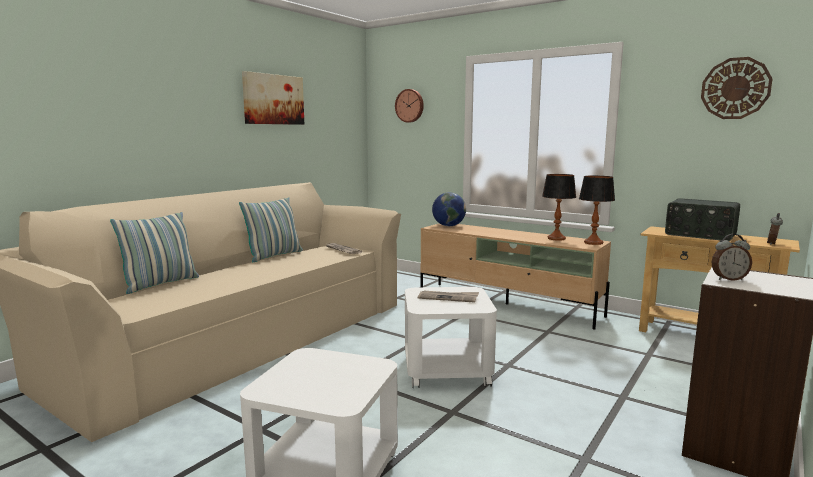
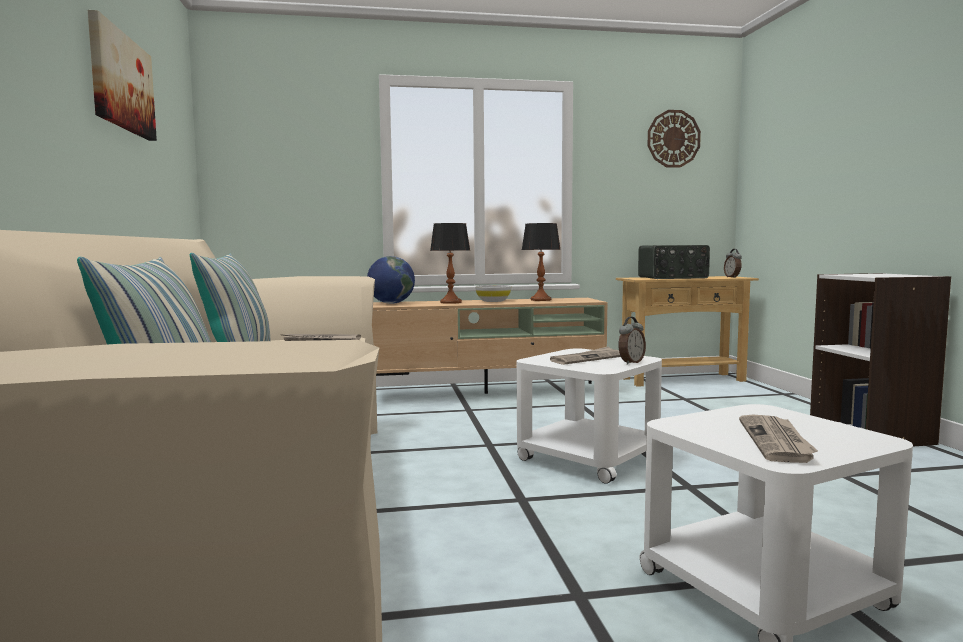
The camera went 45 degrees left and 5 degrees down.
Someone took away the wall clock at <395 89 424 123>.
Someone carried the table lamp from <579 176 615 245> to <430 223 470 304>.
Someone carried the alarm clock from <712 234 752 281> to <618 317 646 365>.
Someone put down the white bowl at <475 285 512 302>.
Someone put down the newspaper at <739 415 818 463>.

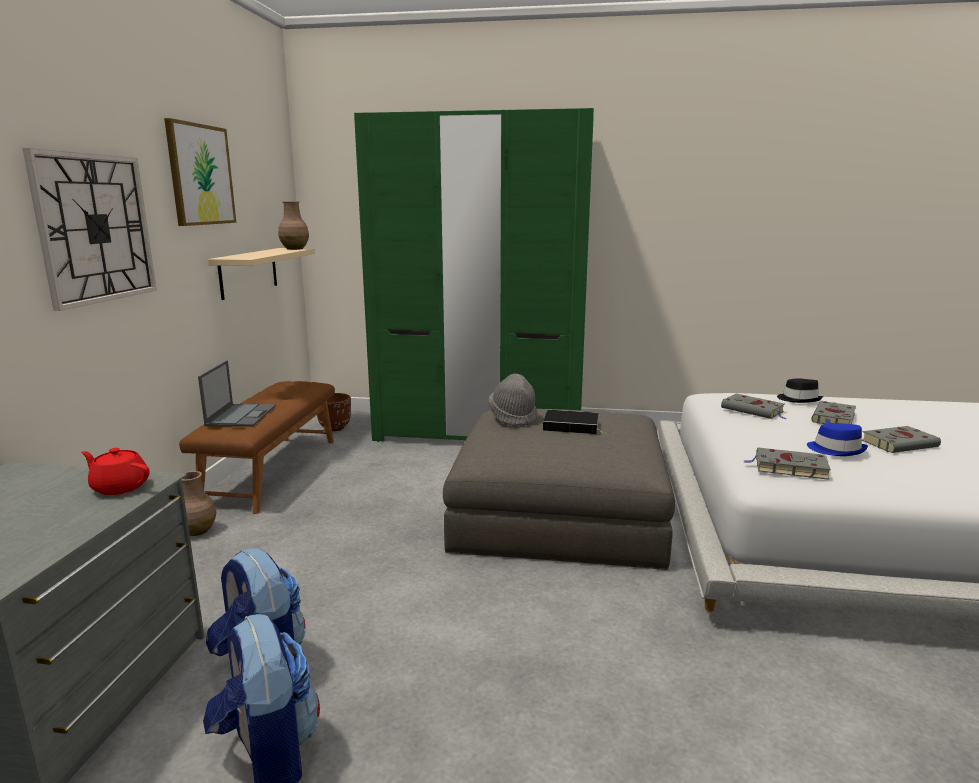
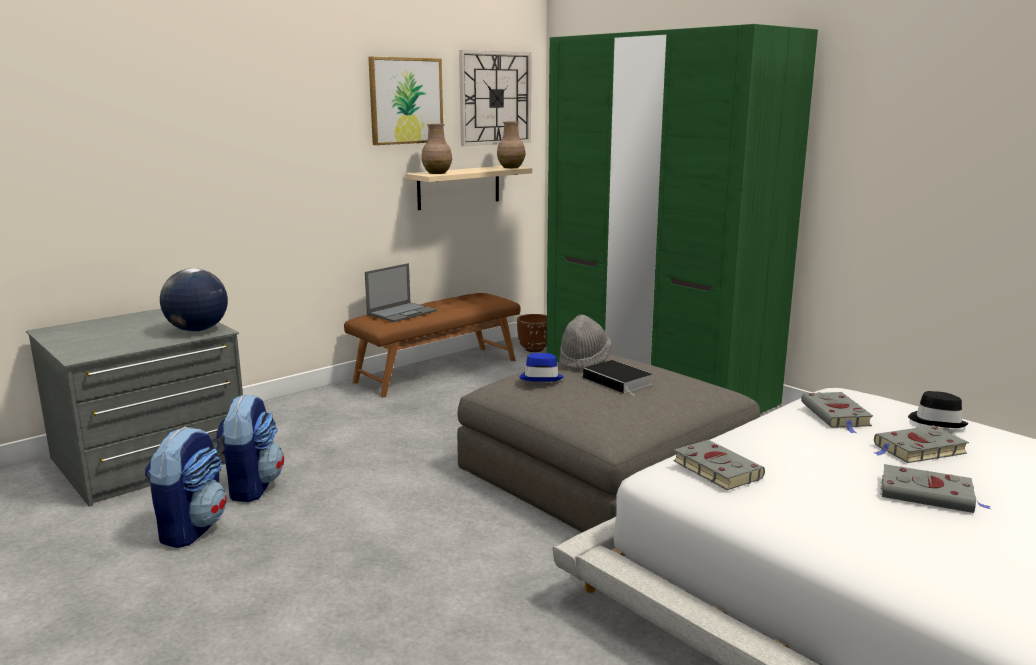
The camera went 40 degrees right and 0 degrees up.
Someone carried the wall clock from <22 148 157 311> to <459 50 531 146>.
Someone carried the blue hat from <807 423 868 456> to <519 353 564 382>.
Someone swapped the red teapot at <81 448 150 495> for the globe at <160 268 228 332>.
Someone carried the brown vase from <182 471 216 536> to <421 124 452 174>.

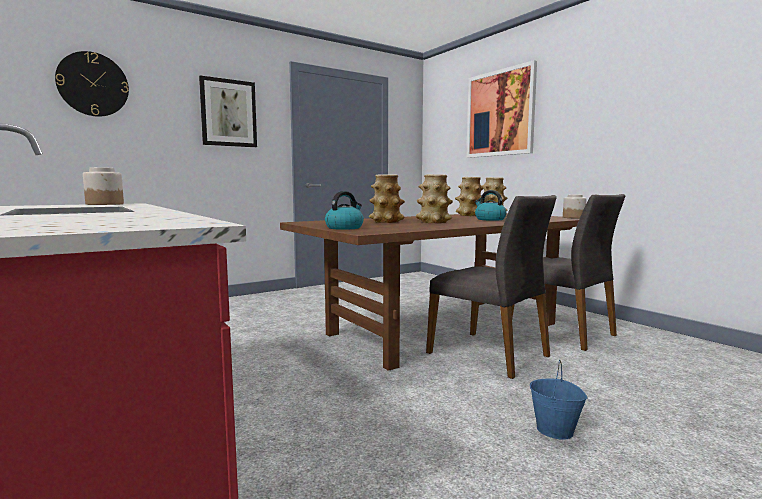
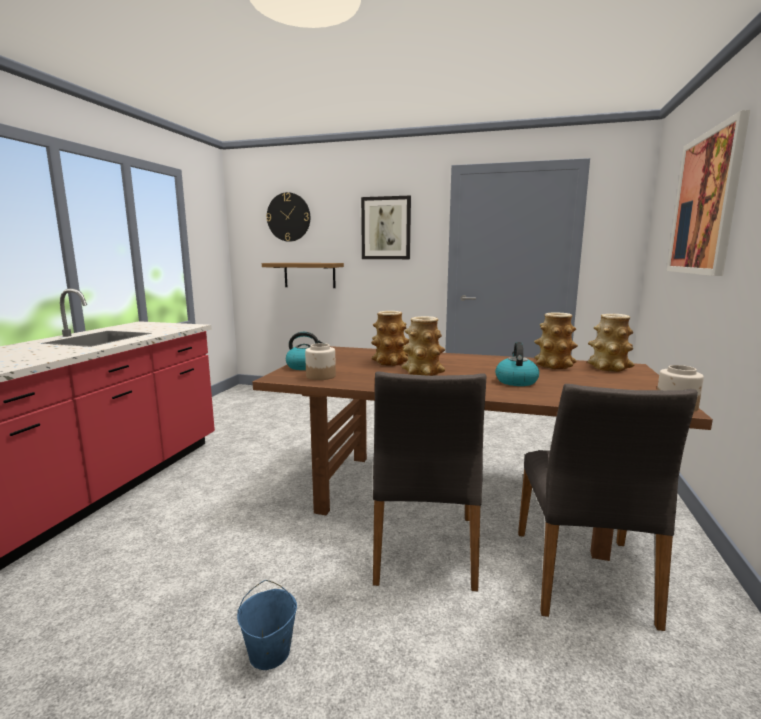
The camera went 50 degrees right and 5 degrees up.
Someone carried the jar from <83 167 124 205> to <305 343 336 380>.
Someone put up the shelf at <262 263 344 288>.

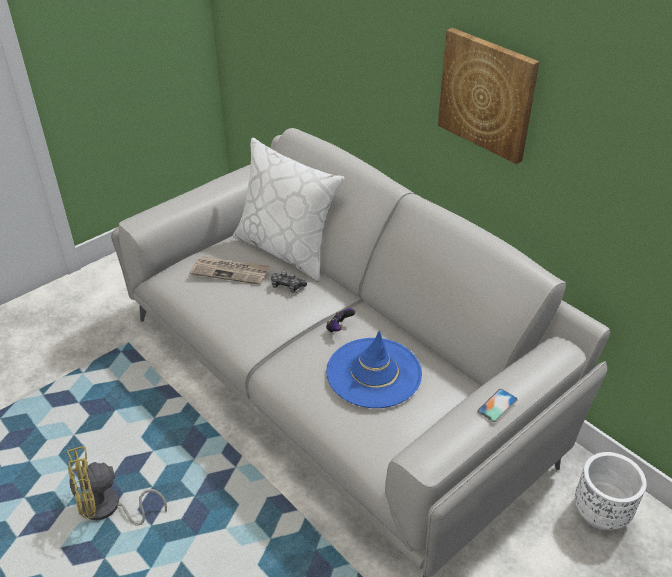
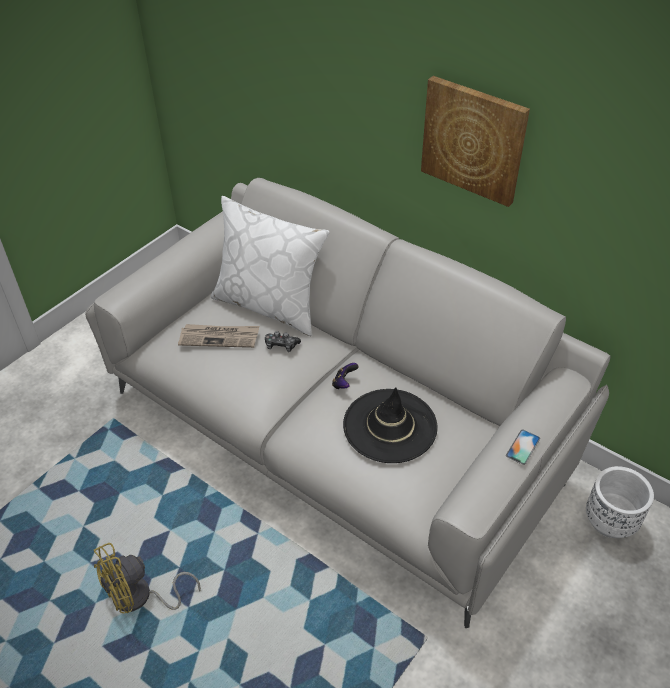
The camera went 10 degrees left and 5 degrees up.
Someone repainted the blue hat at <326 331 422 408>, which became the black hat at <343 387 438 463>.

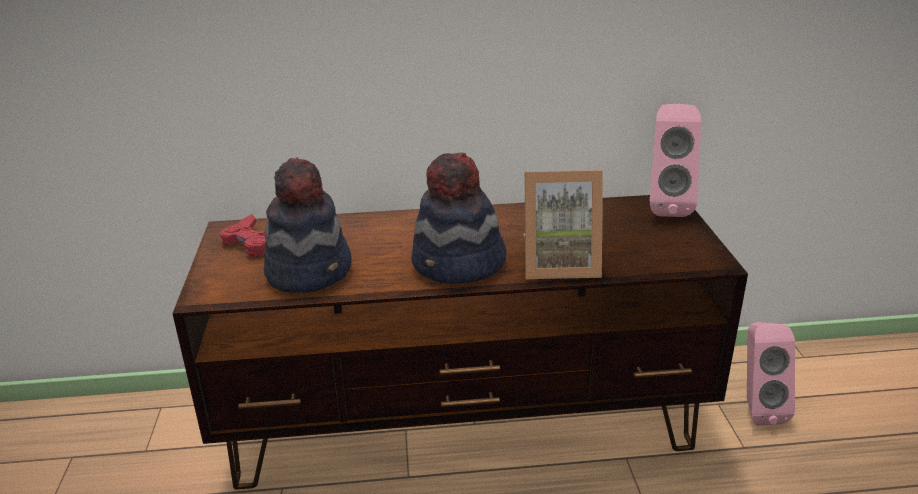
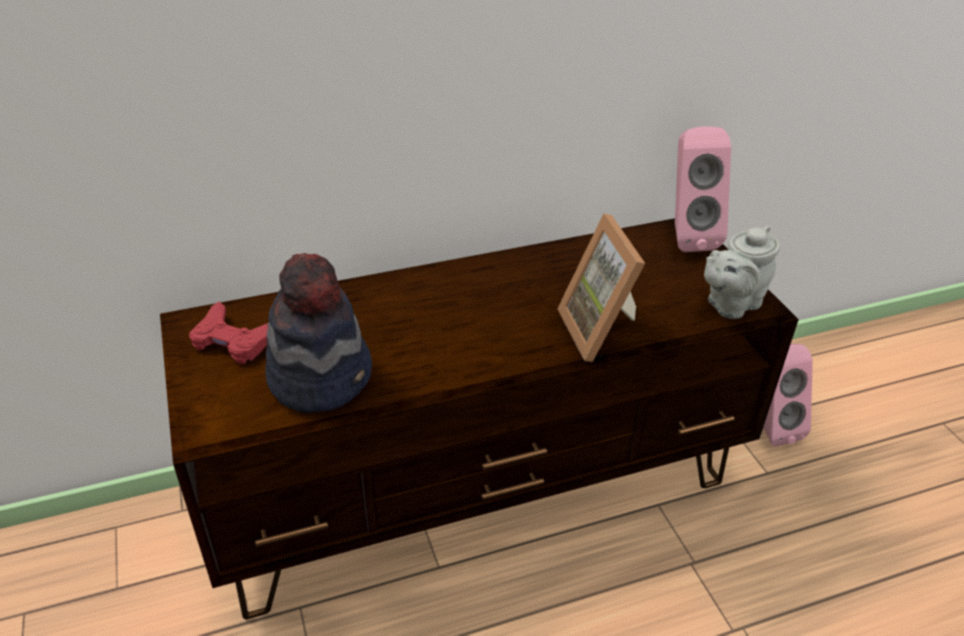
The camera went 15 degrees left and 10 degrees up.
Someone took away the hat at <411 153 507 284>.
Someone rotated the picture frame at <523 170 603 279> by 90 degrees clockwise.
Someone put down the grey teapot at <704 226 780 319>.

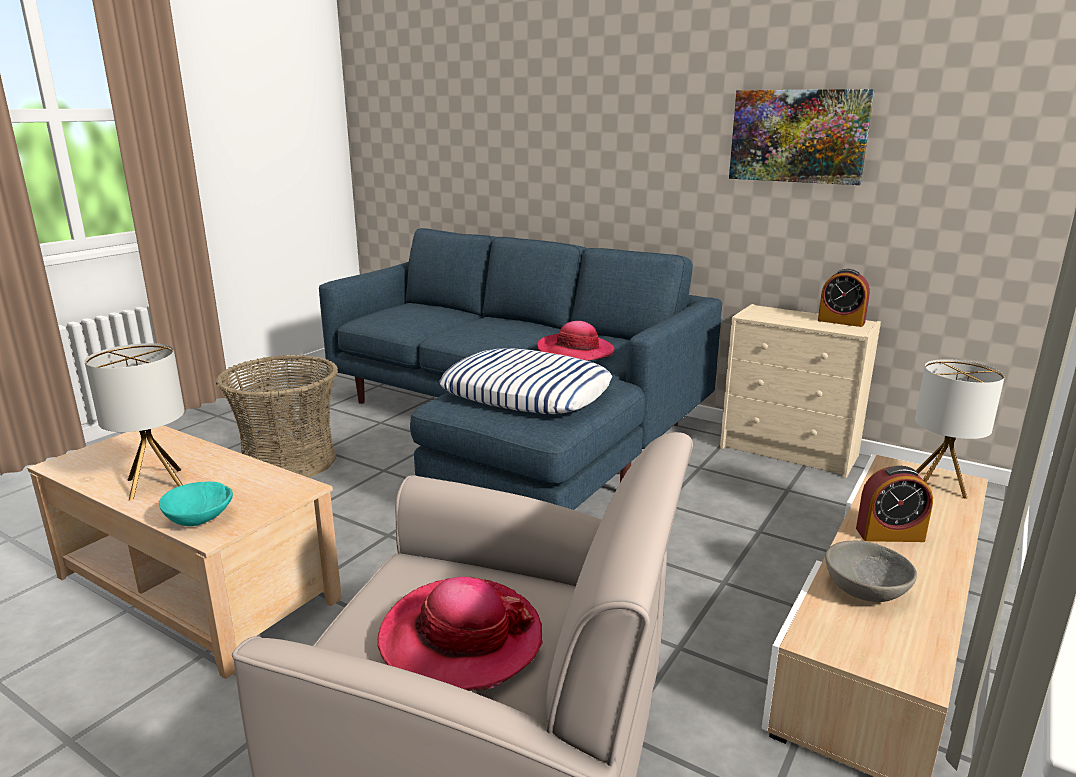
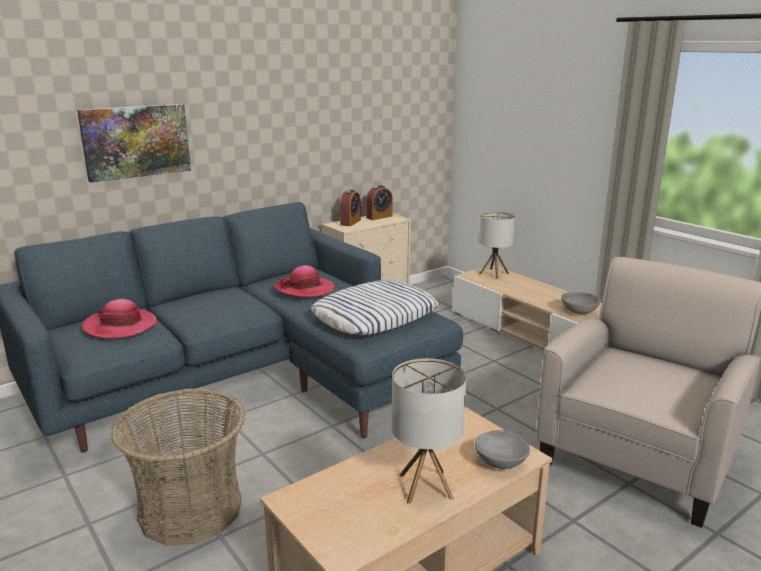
The camera went 70 degrees left and 0 degrees up.
Someone carried the picture from <729 89 875 185> to <77 104 191 183>.
Someone carried the alarm clock from <856 466 933 542> to <340 189 361 226>.
Someone repainted the turquoise bowl at <159 481 233 526>, which became the grey bowl at <475 430 530 469>.
Someone carried the hat from <378 577 543 691> to <82 299 157 339>.

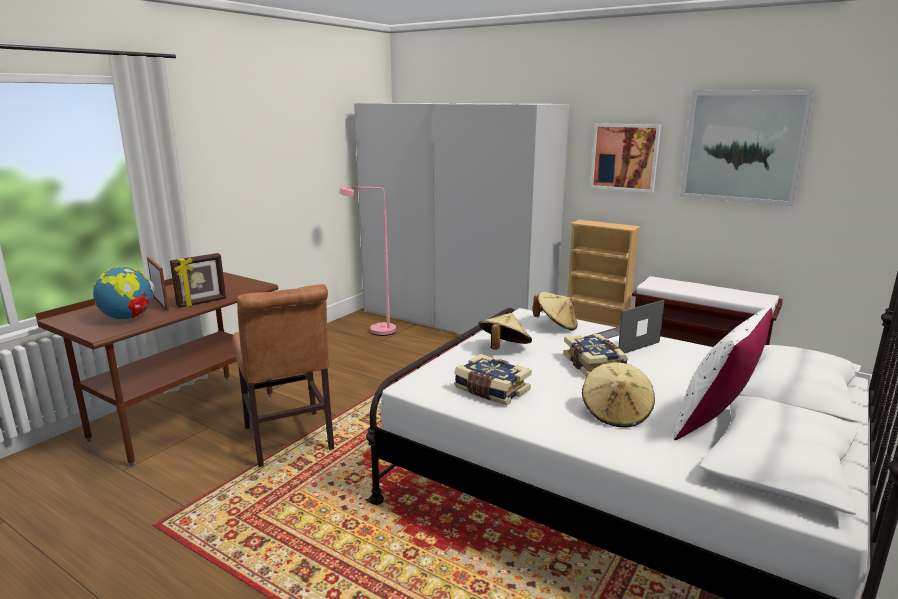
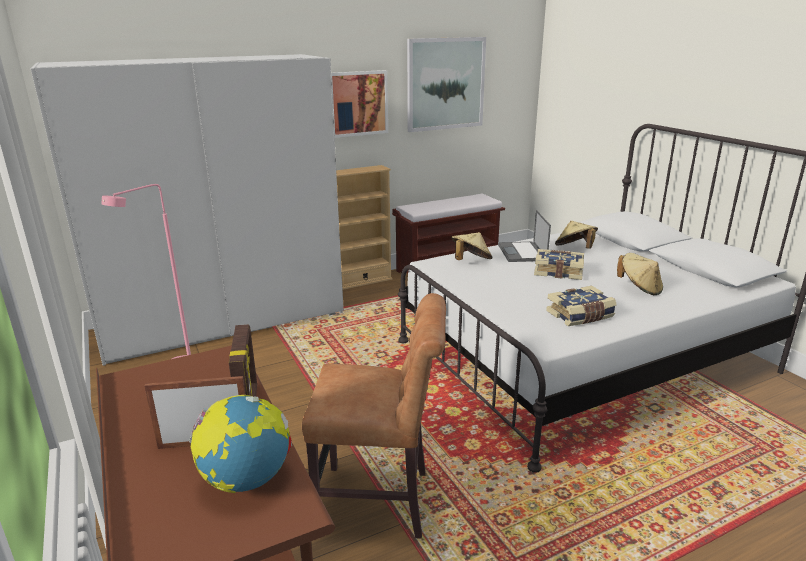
The camera went 60 degrees left and 5 degrees up.
Someone took away the white pillow at <673 307 772 440>.
Someone carried the beige hat from <478 313 532 350> to <555 221 598 248>.

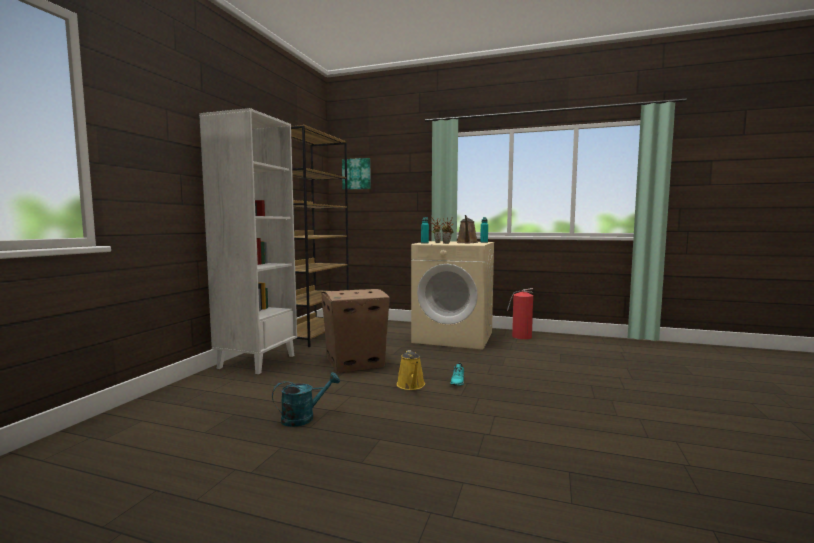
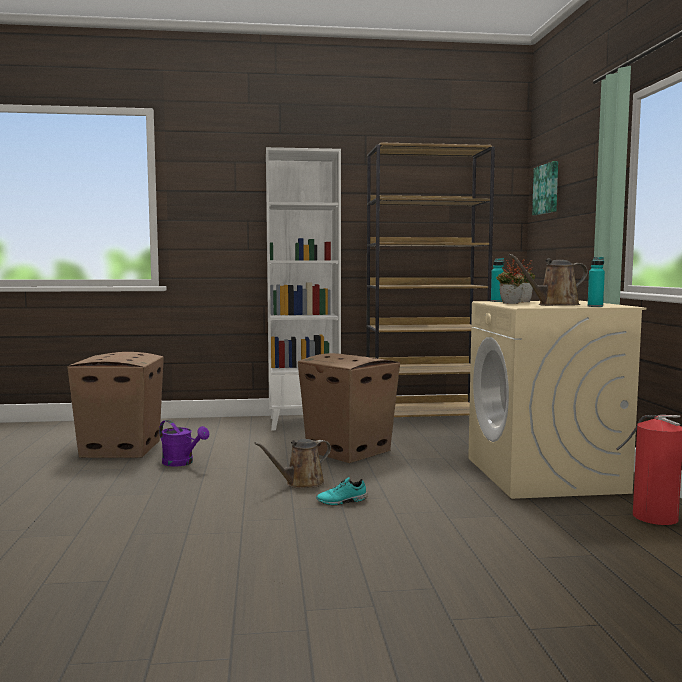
The camera went 65 degrees right and 0 degrees up.
Someone repainted the yellow watering can at <397 350 425 390>, which became the brown watering can at <254 439 331 488>.
Someone repainted the turquoise watering can at <272 372 340 427>, which became the purple watering can at <159 420 209 467>.
Someone put down the cardboard box at <67 352 164 458>.

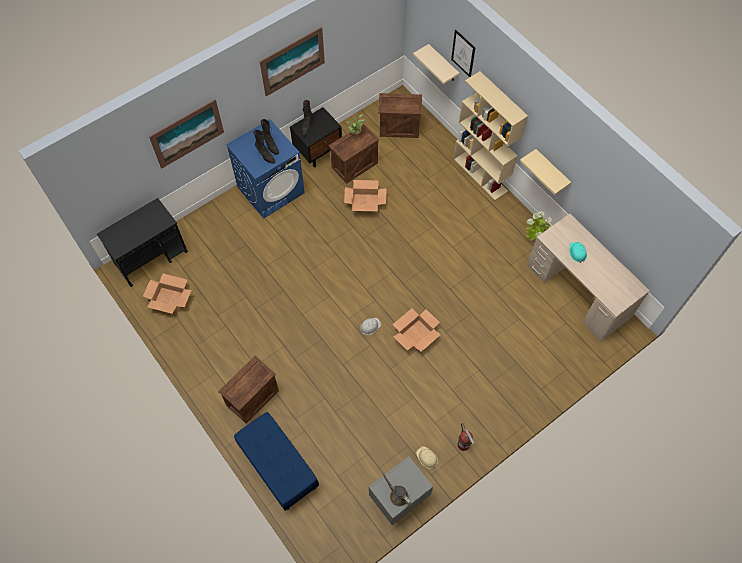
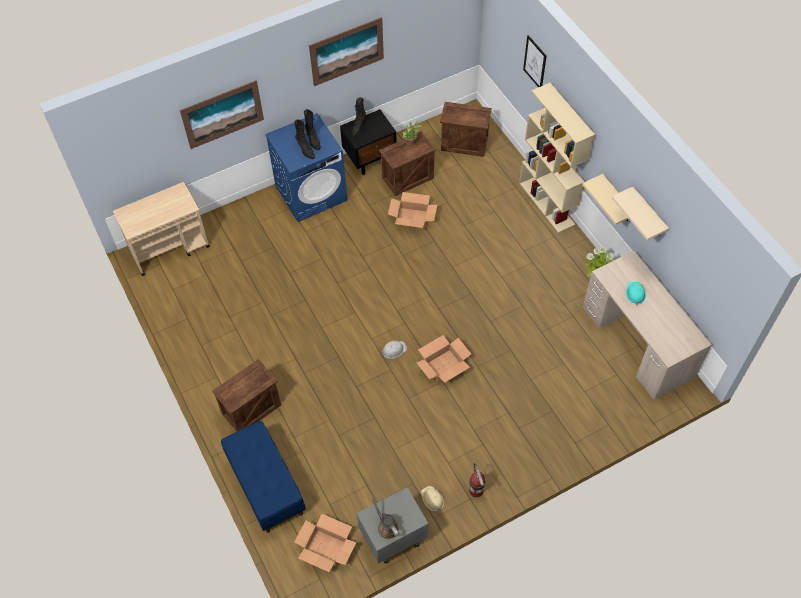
The camera went 10 degrees right and 5 degrees down.
Someone carried the beige shelf from <413 44 459 84> to <612 187 669 241>.
Someone repainted the black cart at <97 198 188 287>, which became the beige cart at <113 182 210 276>.
Someone carried the cardboard box from <143 274 192 314> to <294 514 356 572>.

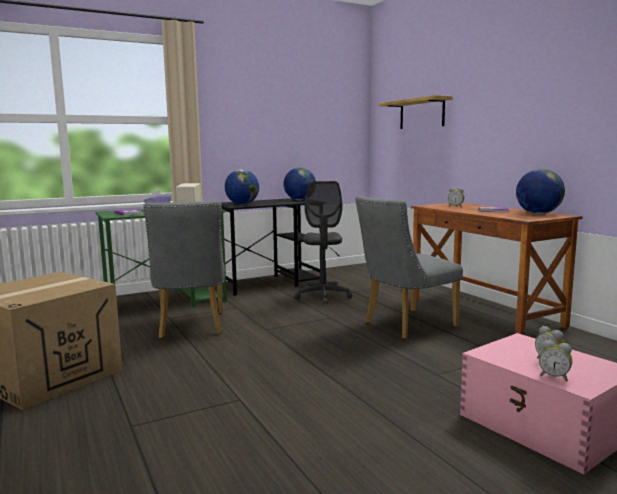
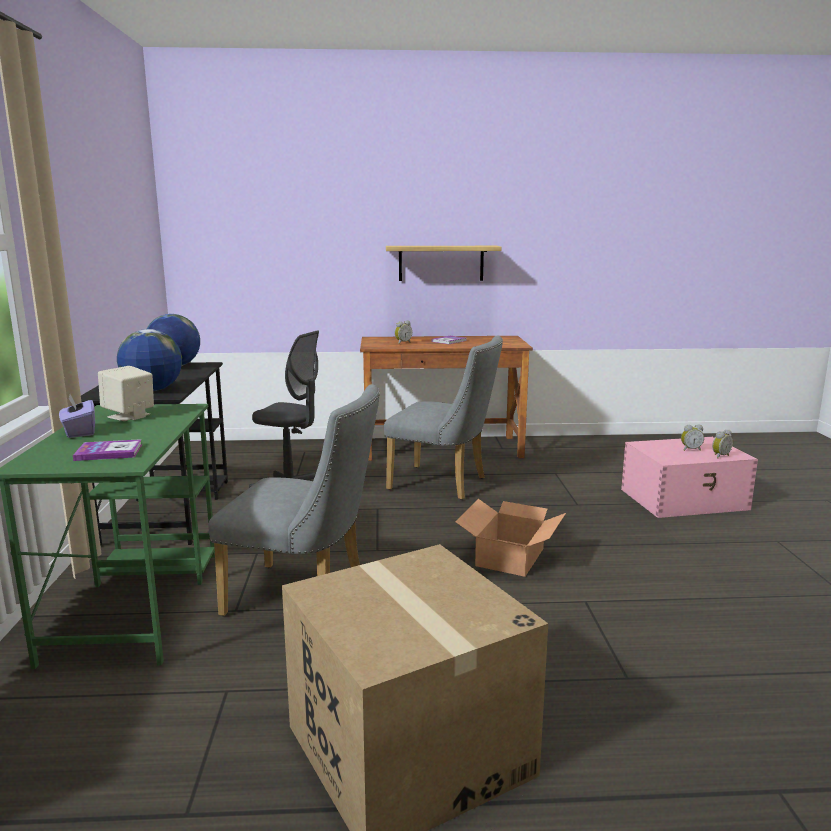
The camera went 65 degrees left and 5 degrees up.
Someone carried the shelf from <378 95 453 129> to <386 246 501 281>.
Someone took away the globe at <516 169 565 214>.
Someone rotated the grey chair at <355 196 463 339> by 60 degrees counterclockwise.
Someone put down the cardboard box at <455 499 566 577>.

